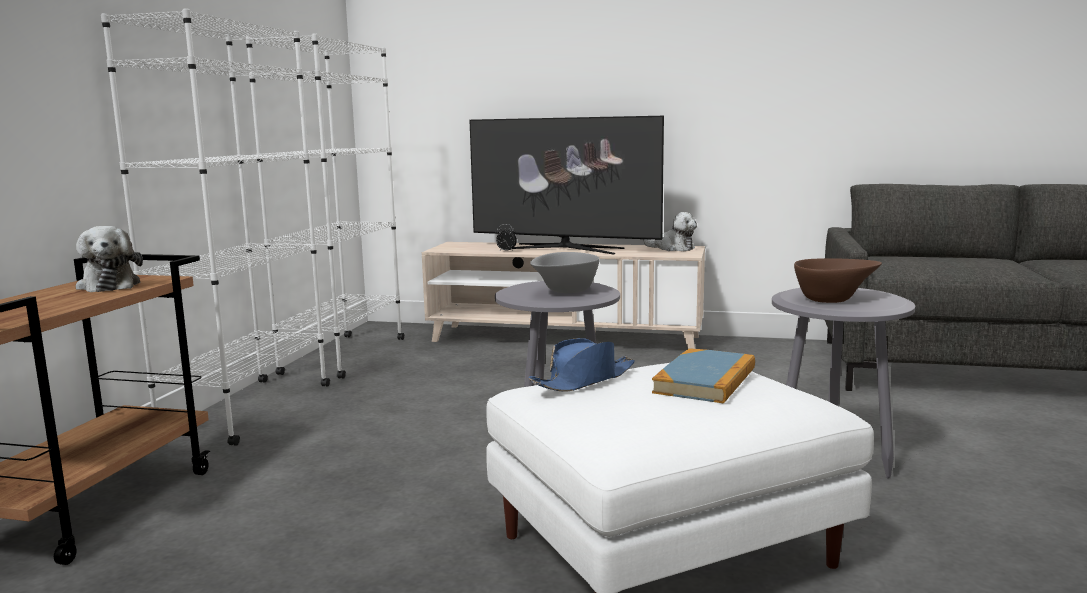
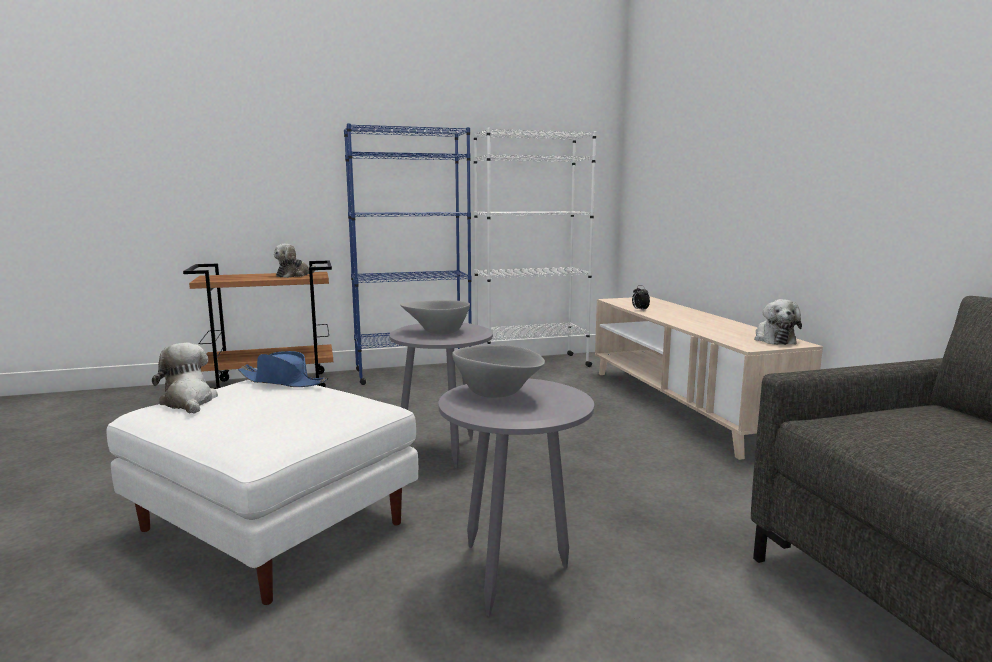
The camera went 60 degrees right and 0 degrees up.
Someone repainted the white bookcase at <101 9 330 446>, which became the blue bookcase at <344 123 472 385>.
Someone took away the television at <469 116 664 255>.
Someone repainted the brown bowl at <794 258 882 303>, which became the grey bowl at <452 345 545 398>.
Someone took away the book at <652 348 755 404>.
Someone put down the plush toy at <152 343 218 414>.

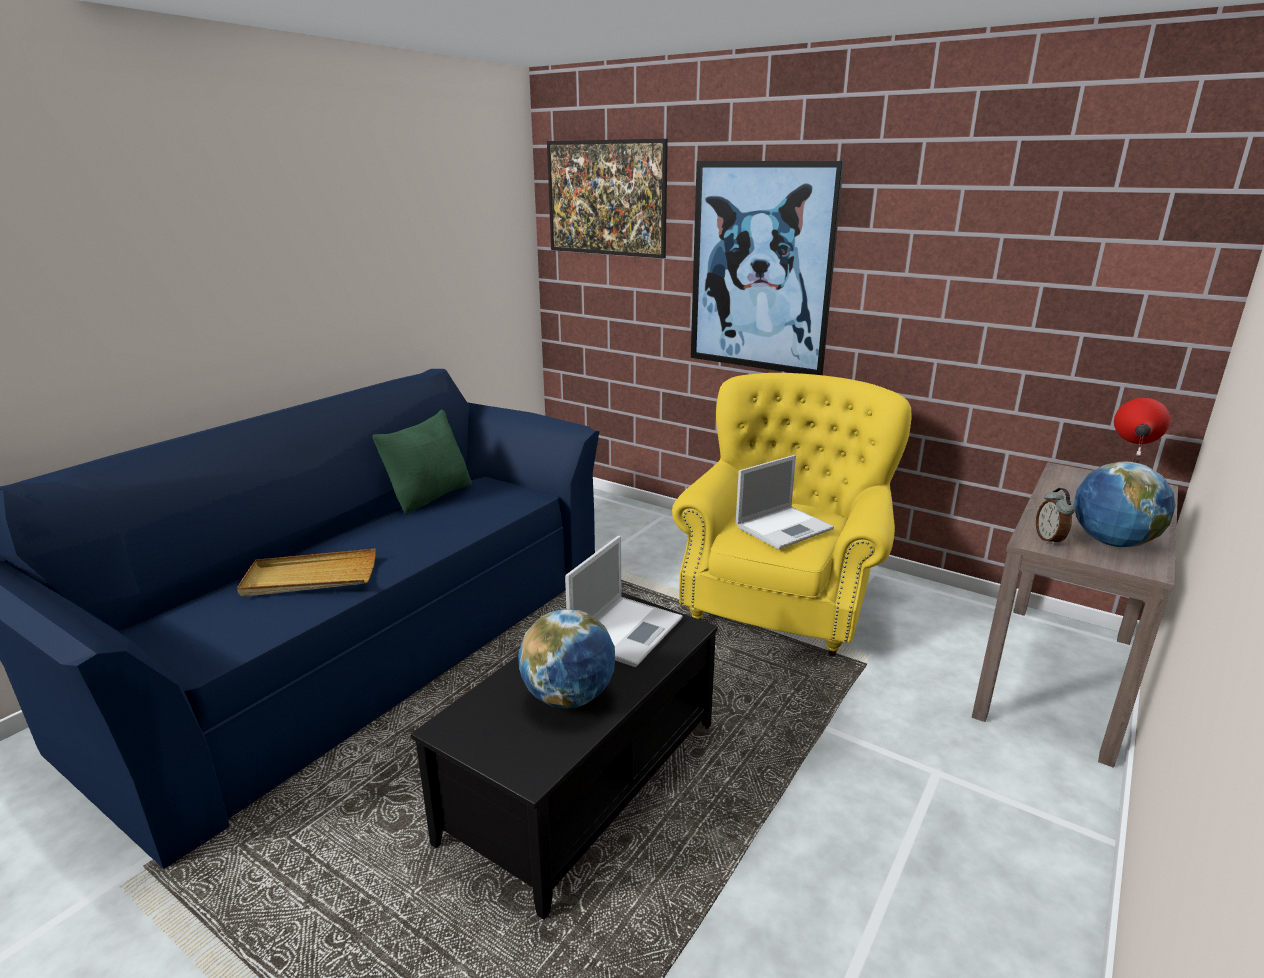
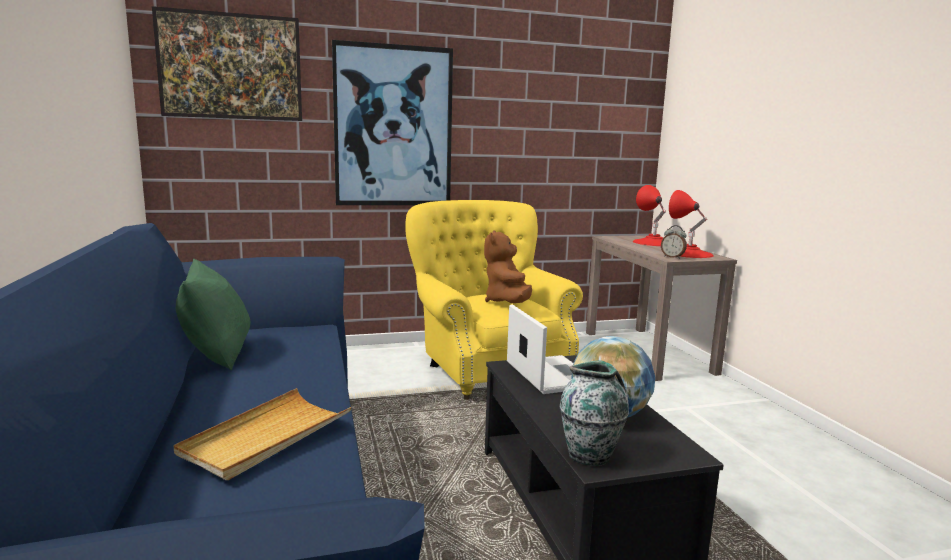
The camera went 50 degrees left and 10 degrees down.
Someone swapped the laptop at <736 455 834 549> for the brown plush toy at <484 230 532 303>.
Someone swapped the globe at <1074 461 1176 547> for the red table lamp at <669 190 714 258>.
Someone put down the vase at <560 360 629 466>.

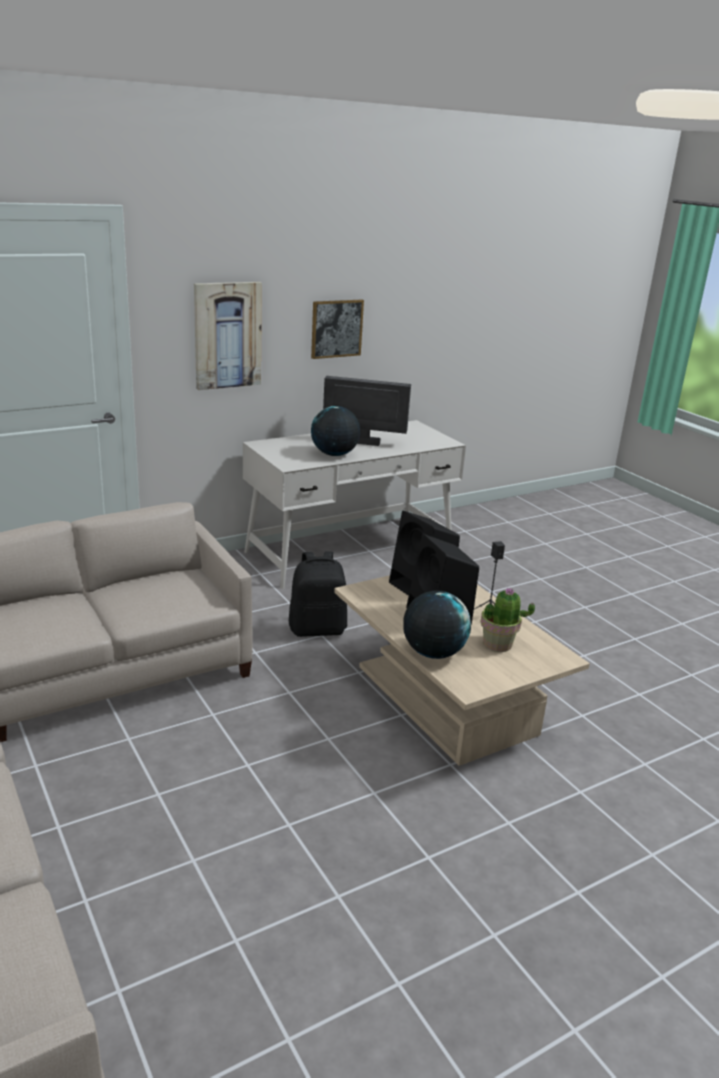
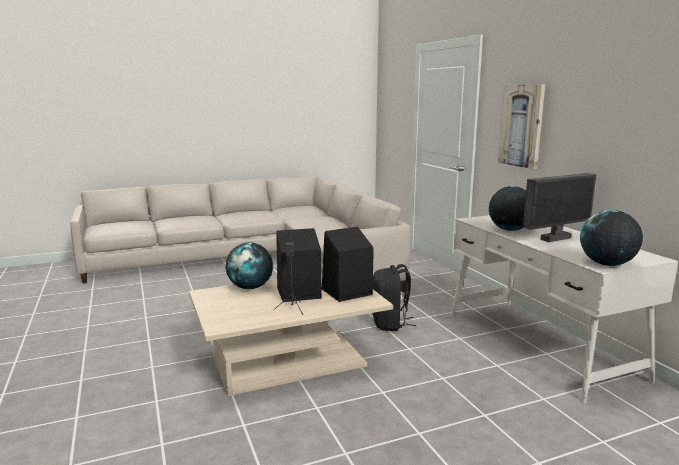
The camera went 100 degrees right and 10 degrees down.
Someone took away the picture at <311 300 364 359>.
Someone rotated the monitor at <323 376 411 446> by 45 degrees clockwise.
Someone took away the potted plant at <481 587 535 652>.
Someone put down the globe at <580 210 643 266>.

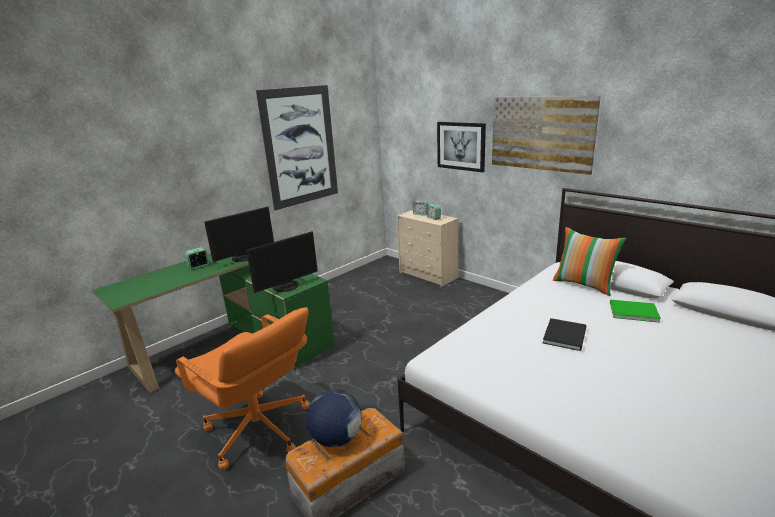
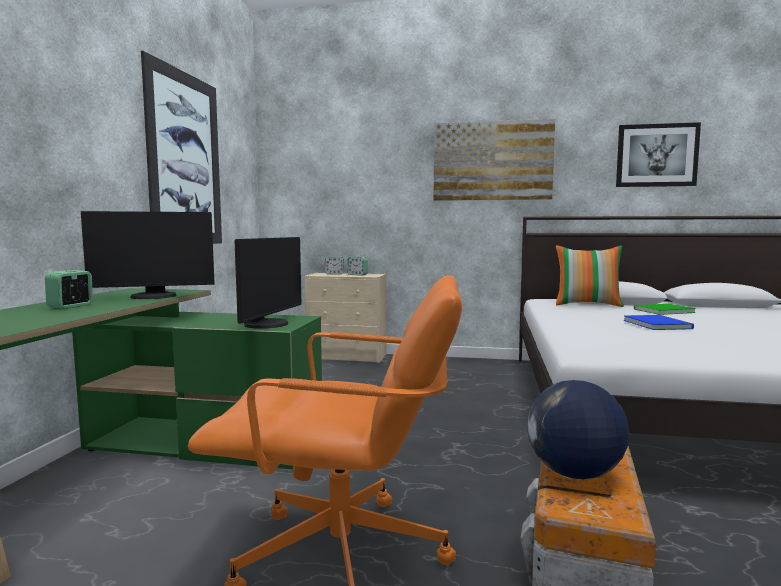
The camera went 35 degrees left and 15 degrees down.
Someone carried the picture from <437 122 486 172> to <616 122 701 187>.
Someone rotated the monitor at <204 207 274 262> by 60 degrees clockwise.
Someone repainted the black book at <543 318 586 351>, which became the blue book at <624 315 694 330>.

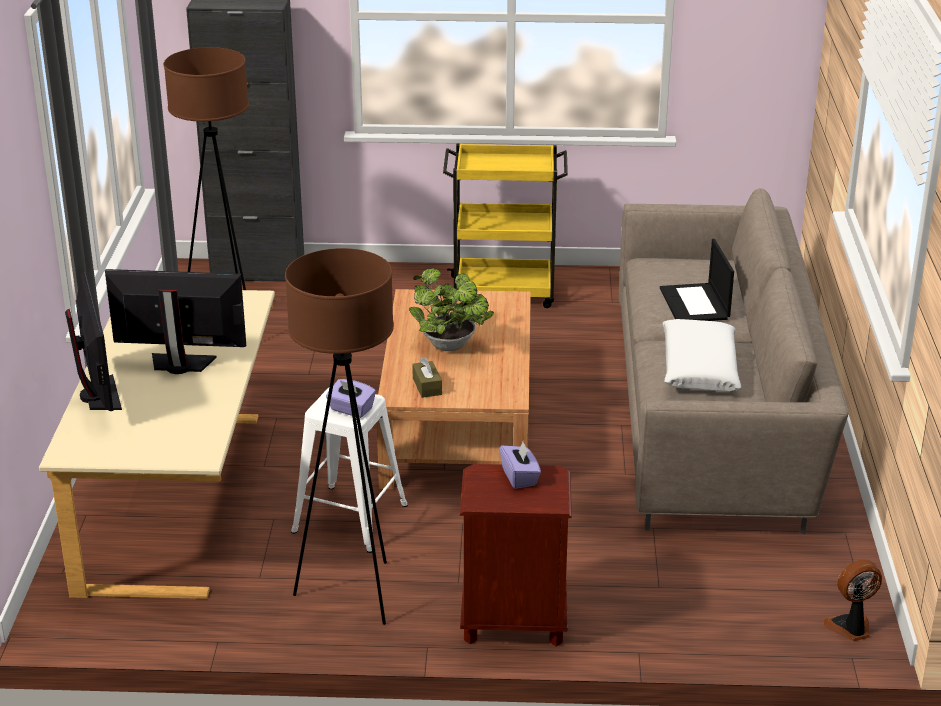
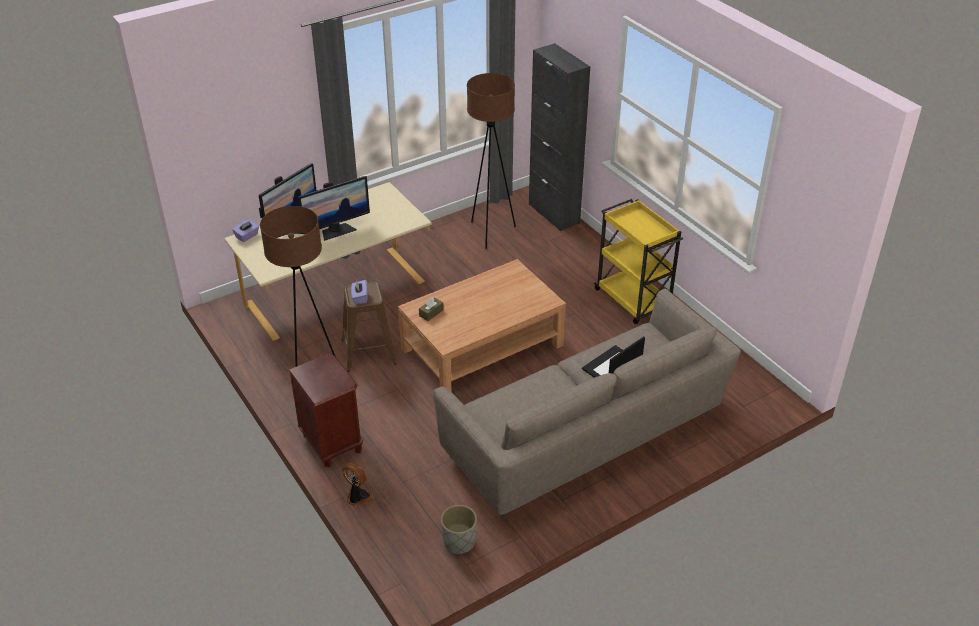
The camera went 55 degrees right and 10 degrees up.
Someone took away the potted plant at <409 268 494 351>.
Someone rotated the monitor at <105 269 246 374> by 90 degrees clockwise.
Someone took away the white pillow at <662 319 741 392>.
Someone repainted the white stool at <291 388 408 553>, which became the brown stool at <341 282 397 372>.
Someone carried the purple tissue box from <500 442 541 489> to <232 219 259 242>.
Someone carried the fan from <824 560 882 641> to <342 462 375 507>.
Someone put down the grey planter at <441 505 477 555>.

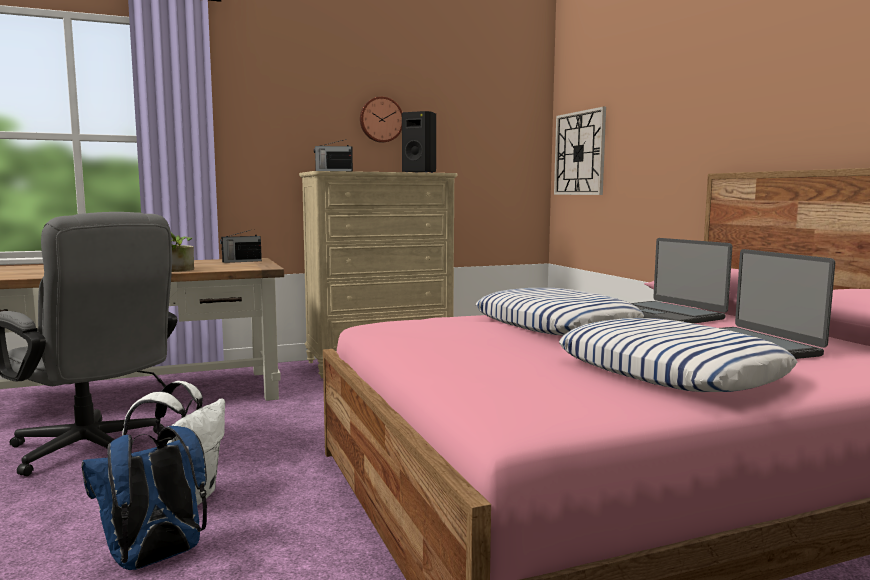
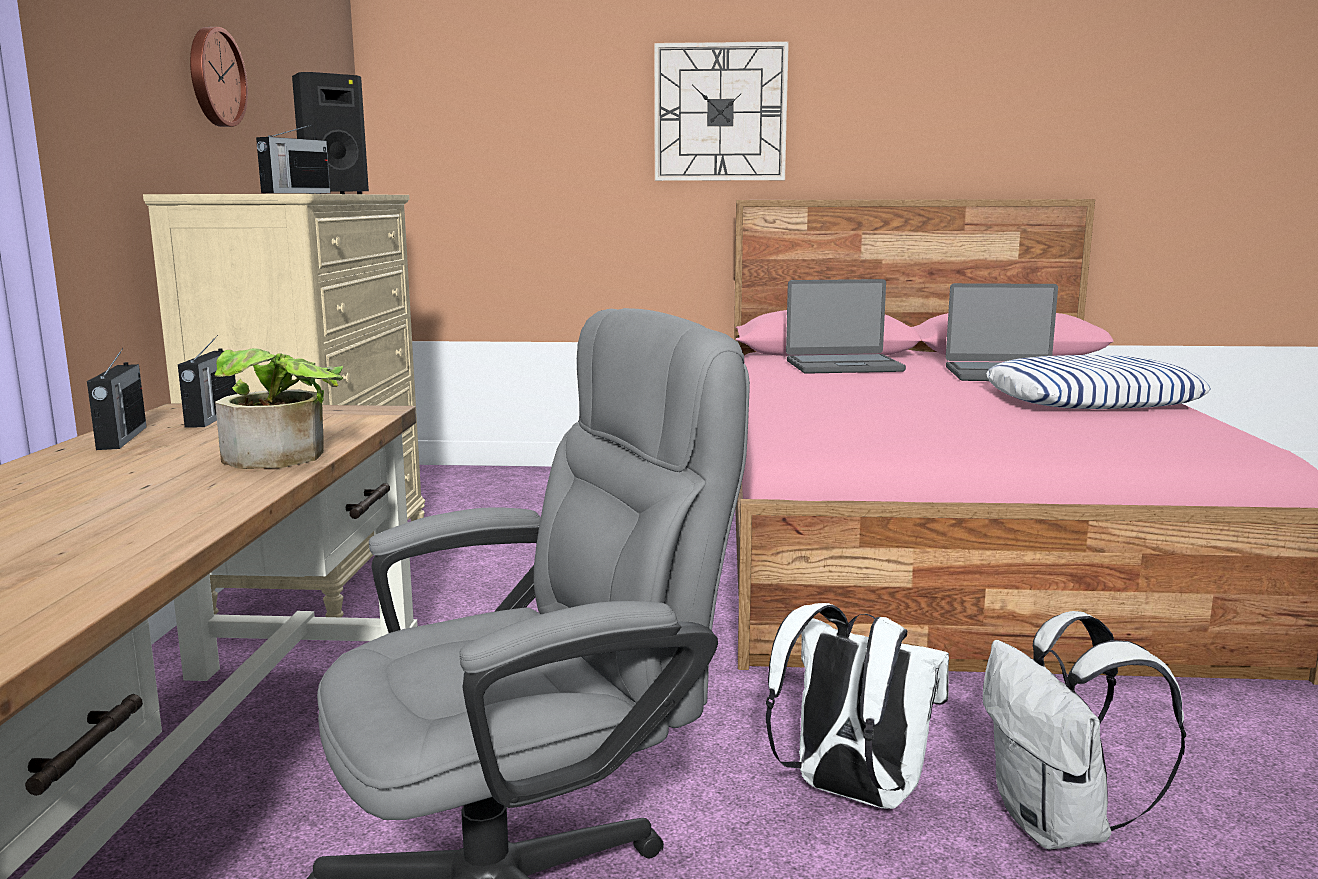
The camera went 65 degrees left and 5 degrees up.
Someone carried the wall clock from <554 107 606 195> to <654 41 789 181>.
Someone took away the pillow at <476 288 644 335>.
Someone repainted the blue backpack at <81 426 207 570>, which became the white backpack at <982 611 1186 850>.
Someone put down the radio at <87 348 147 450>.

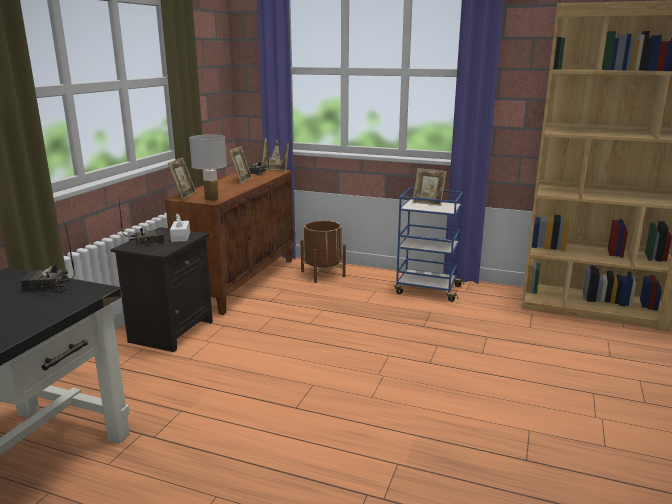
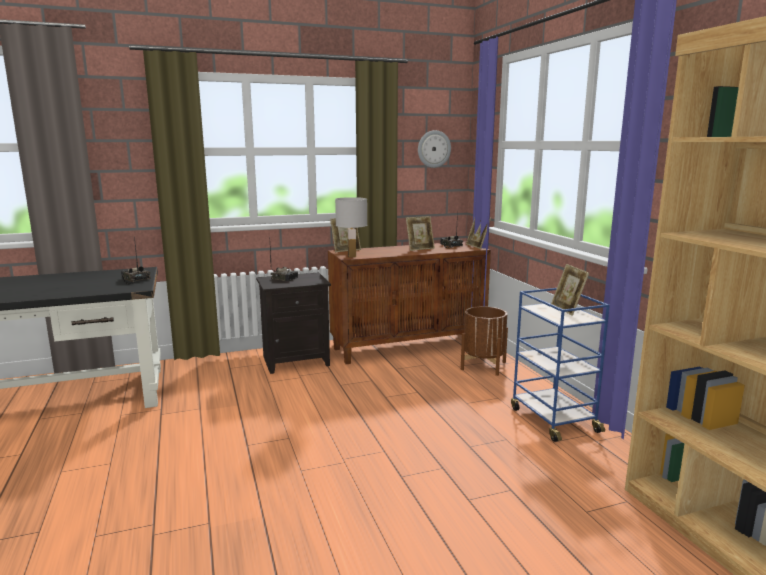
The camera went 50 degrees right and 5 degrees down.
Someone took away the white tissue box at <170 213 190 242>.
Someone put up the wall clock at <418 130 451 168>.

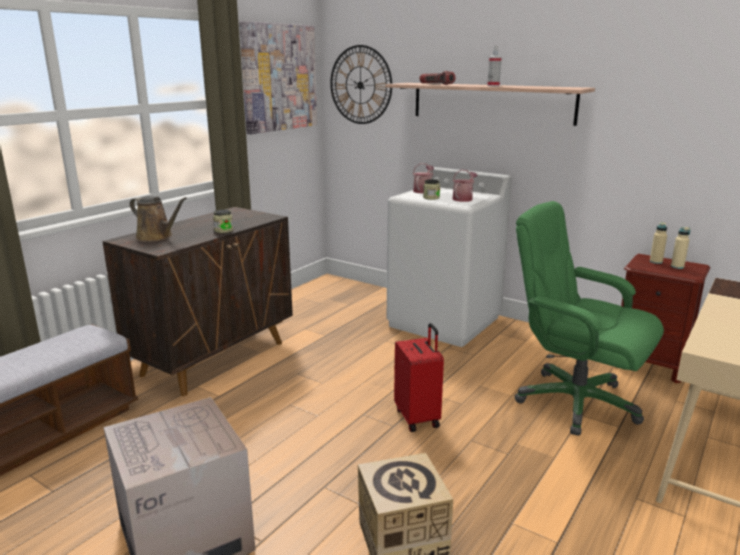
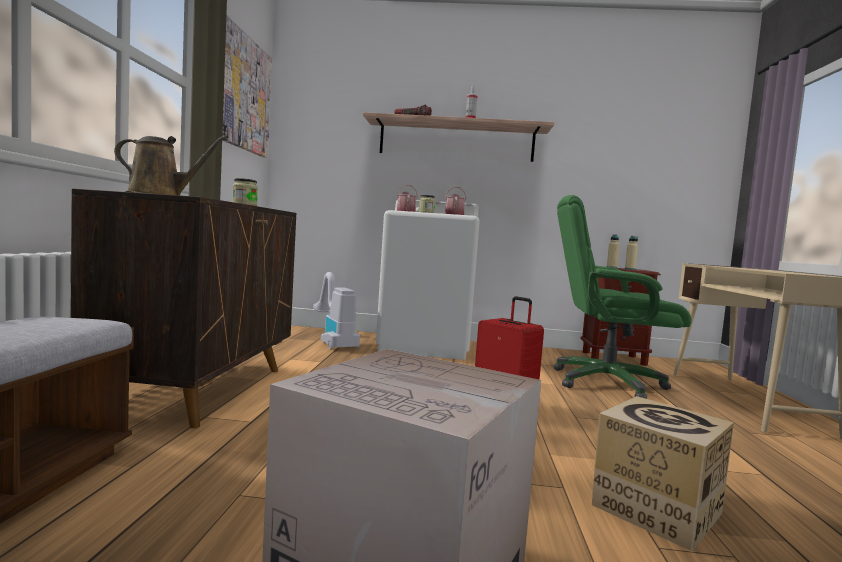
The camera went 30 degrees left and 15 degrees down.
Someone took away the wall clock at <330 45 392 124>.
Someone put down the vacuum cleaner at <313 272 360 350>.

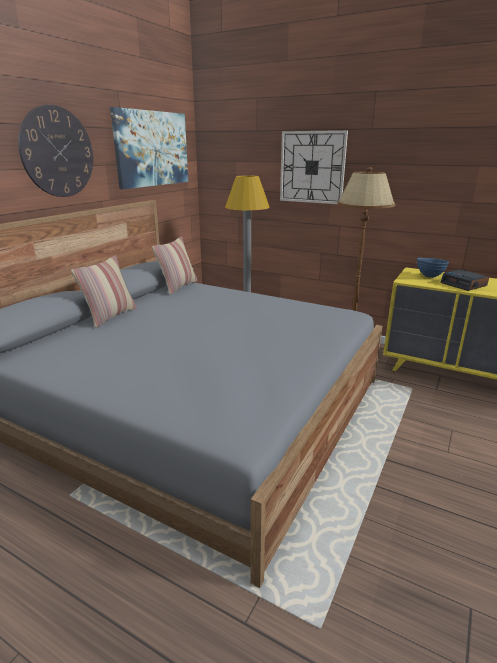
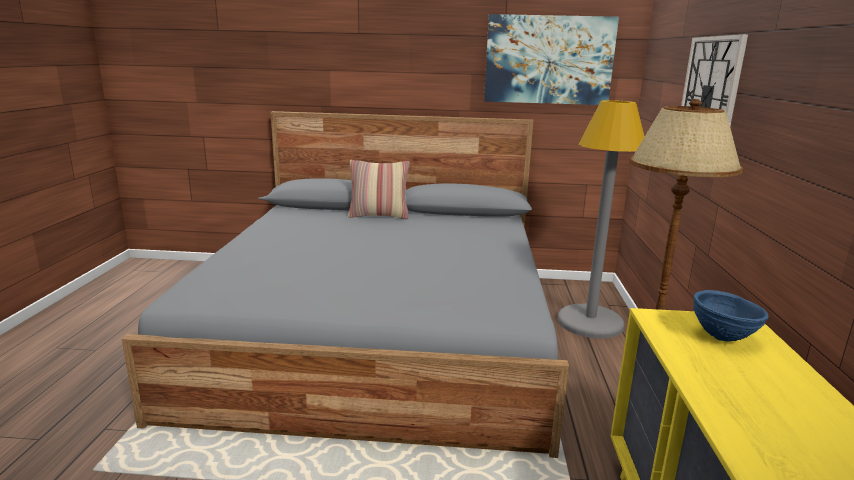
The camera went 65 degrees right and 5 degrees down.
Someone took away the wall clock at <18 105 93 197>.
Someone took away the pillow at <152 237 198 295>.
Someone took away the alarm clock at <441 269 489 291>.

